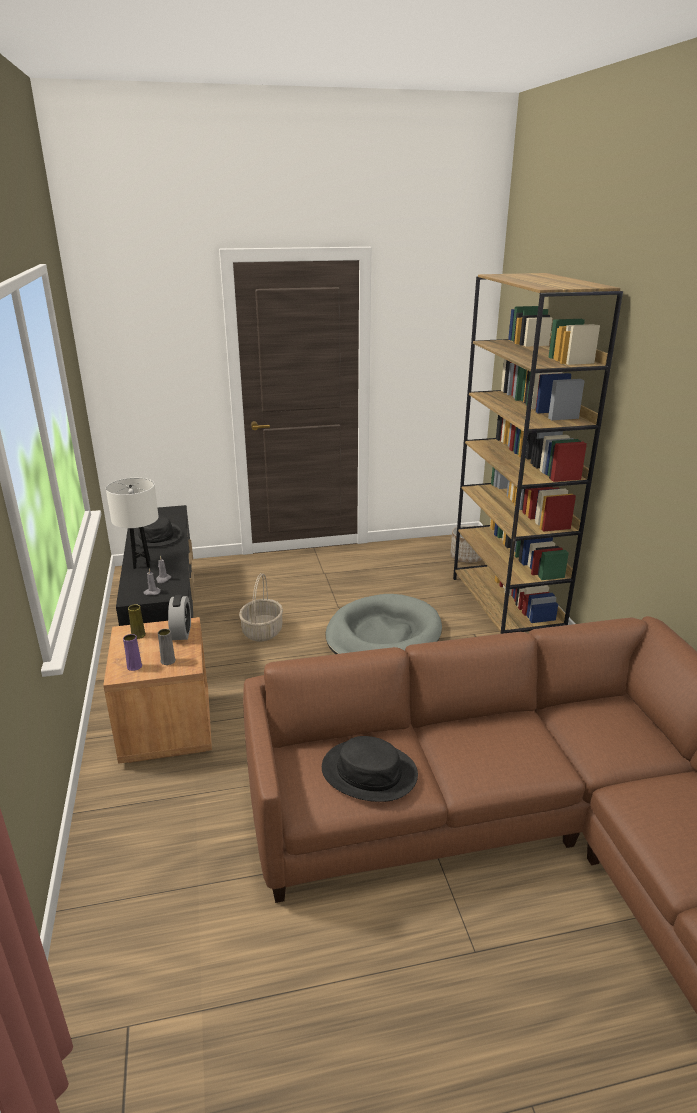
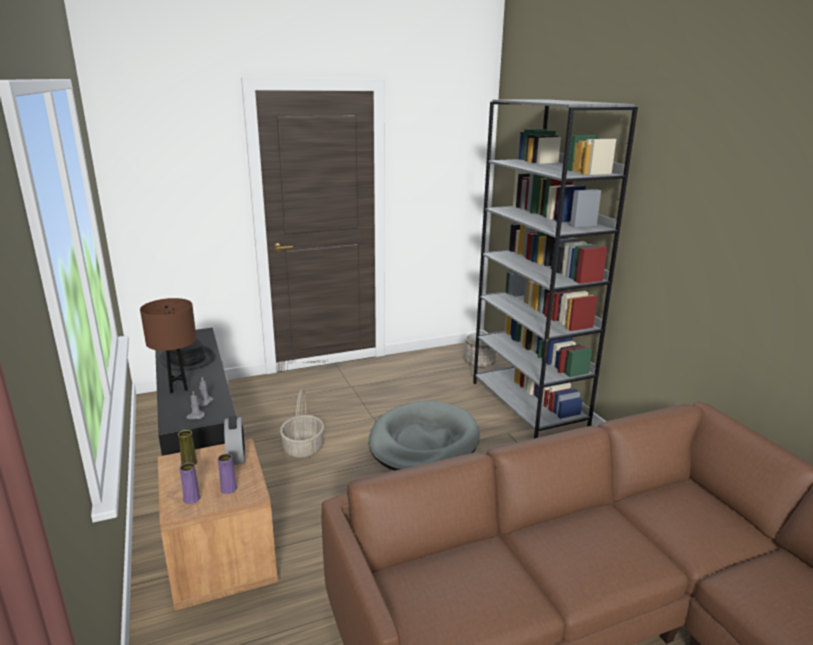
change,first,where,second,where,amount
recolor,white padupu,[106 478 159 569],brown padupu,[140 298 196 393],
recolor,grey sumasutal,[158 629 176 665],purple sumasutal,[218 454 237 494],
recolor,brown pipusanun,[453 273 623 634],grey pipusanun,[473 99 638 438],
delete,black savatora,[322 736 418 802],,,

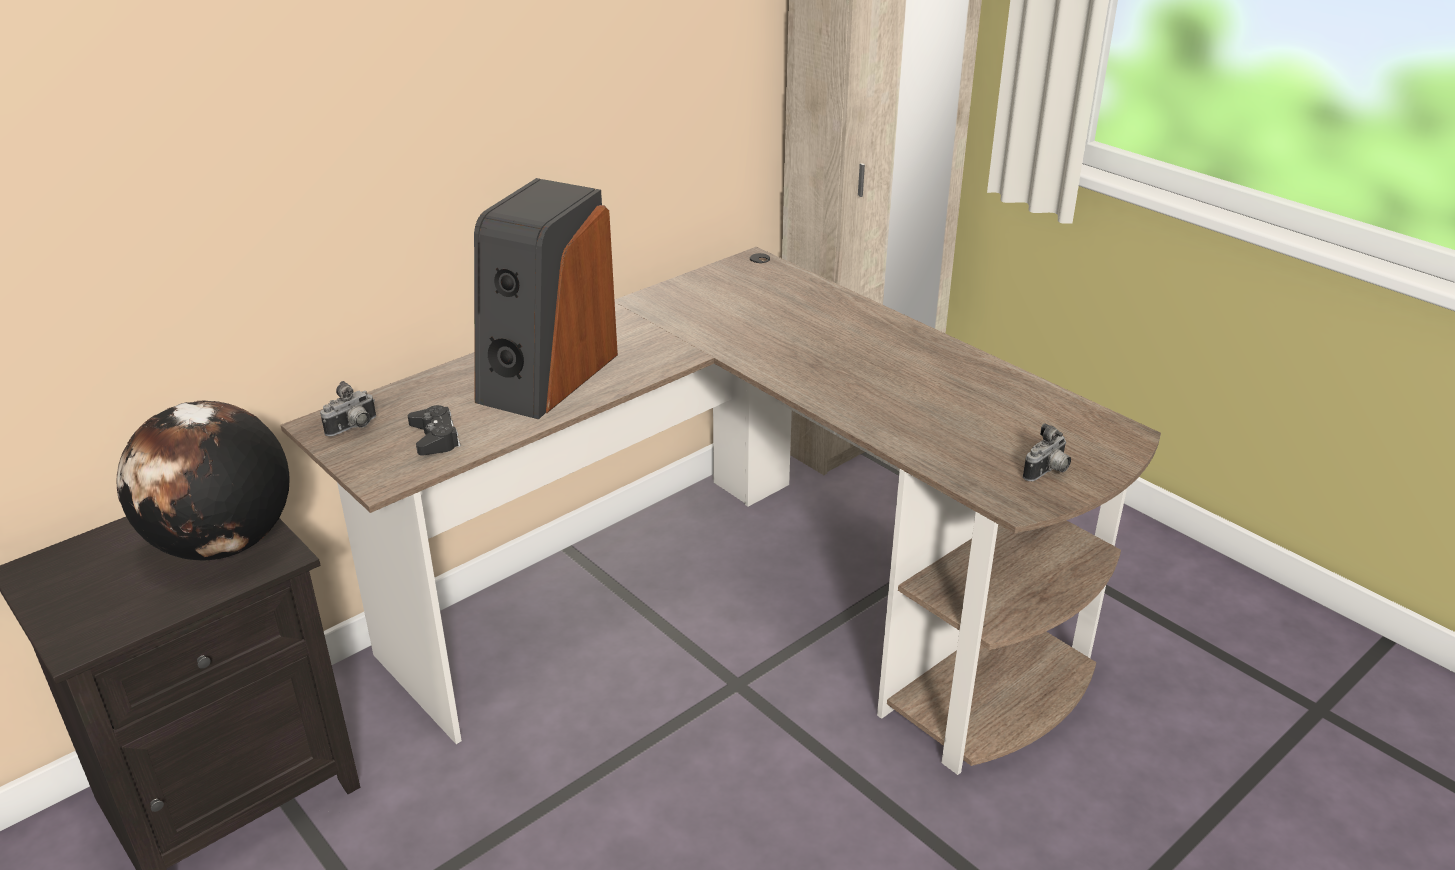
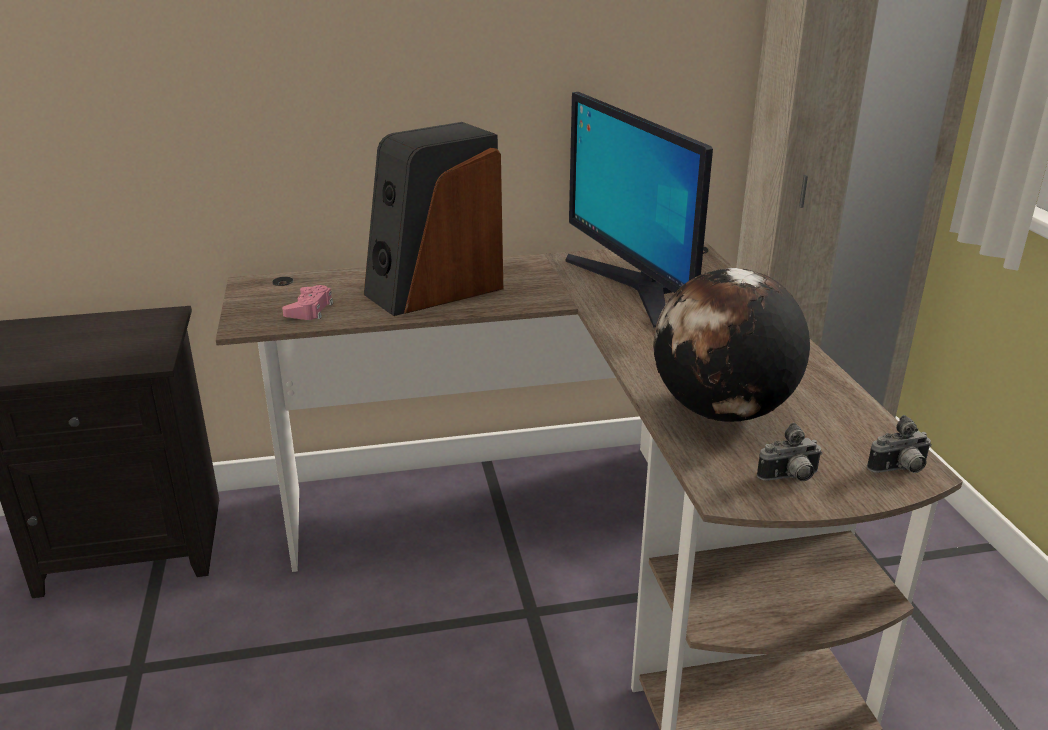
change,first,where,second,where,amount
recolor,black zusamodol,[408 405 461 455],pink zusamodol,[282 285 333 320],
insert,,,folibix,[565 92 713 328],
move,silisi,[117 401 289 560],,[653 268 810 422],
move,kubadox,[320 381 376 436],,[867 415 932 473],

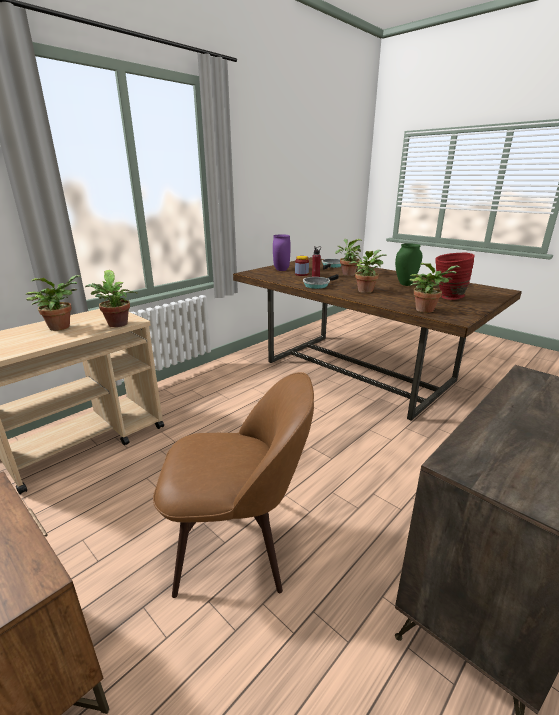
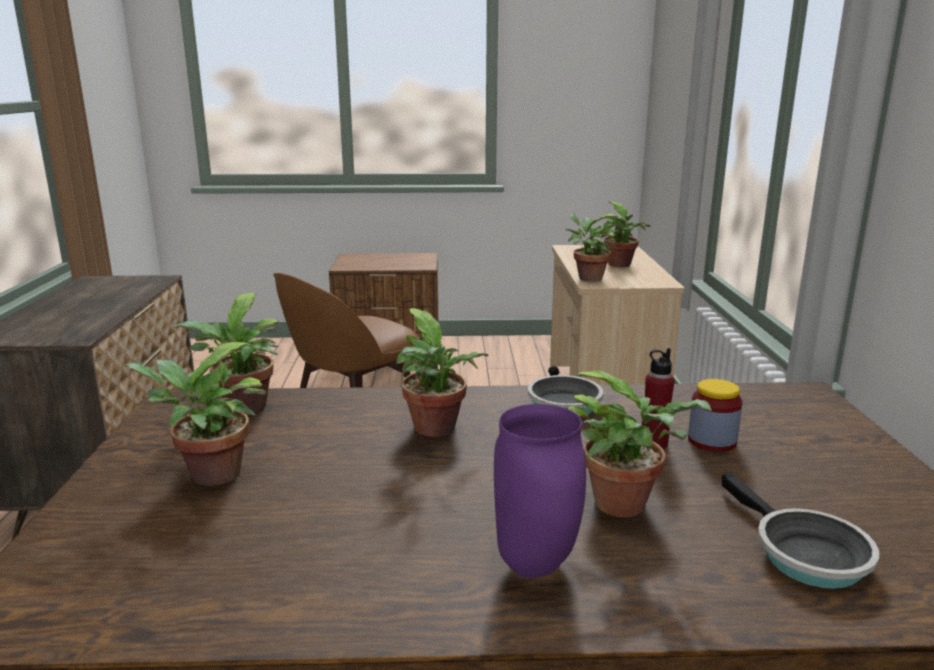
change,first,where,second,where,amount
replace,red sumasutal,[435 252 474 300],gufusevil,[123 342 267 486],
move,purple sumasutal,[273 234 291 271],,[494 404 586 578],
delete,green sumasutal,[395 243 422 286],,,

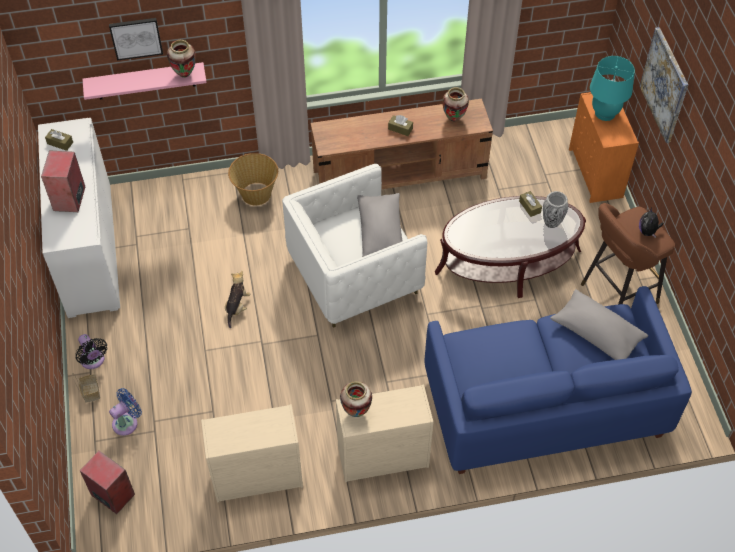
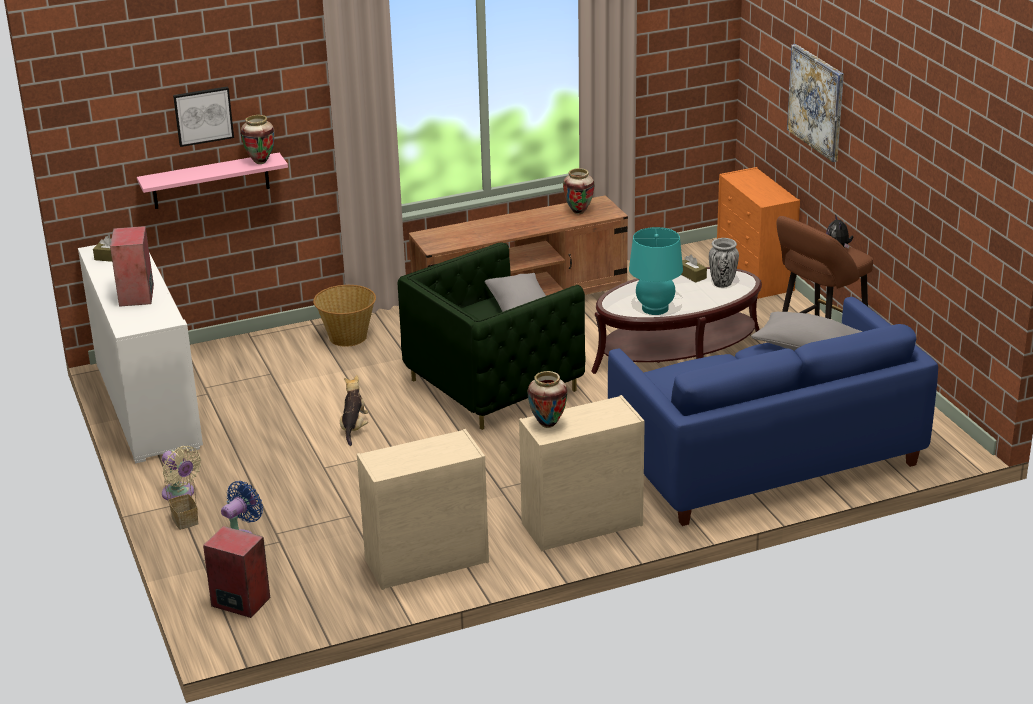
change,first,where,second,where,amount
recolor,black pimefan,[75 334 107 369],beige pimefan,[162 446 201 501],
recolor,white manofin,[282 164 427 328],green manofin,[397 242 586 430],
move,turquoise padupu,[590 56 635 121],,[629 227 683 315],
delete,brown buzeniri,[388 115 413 136],,,

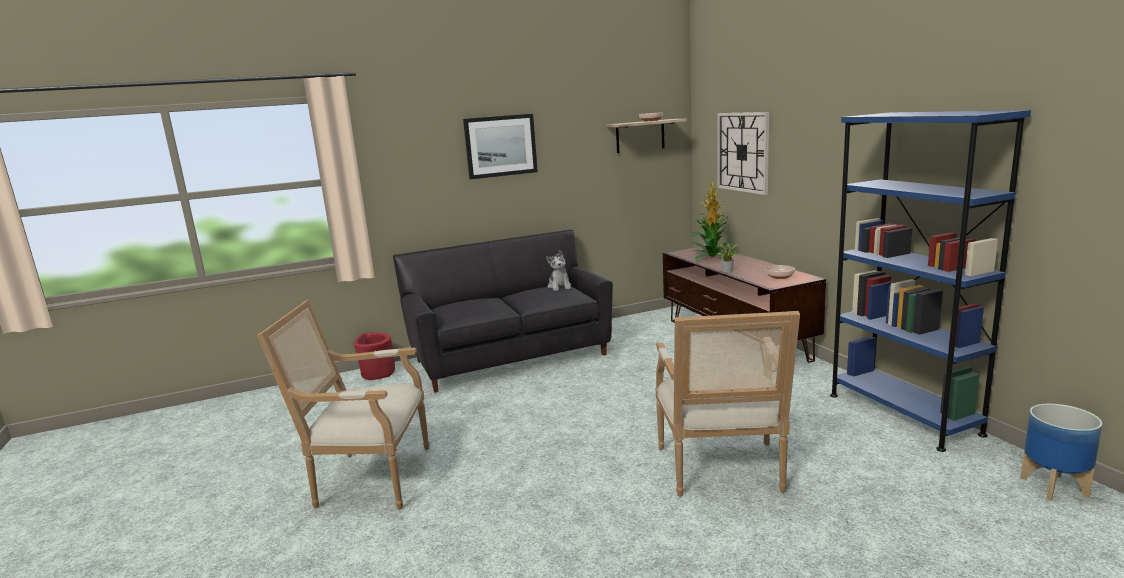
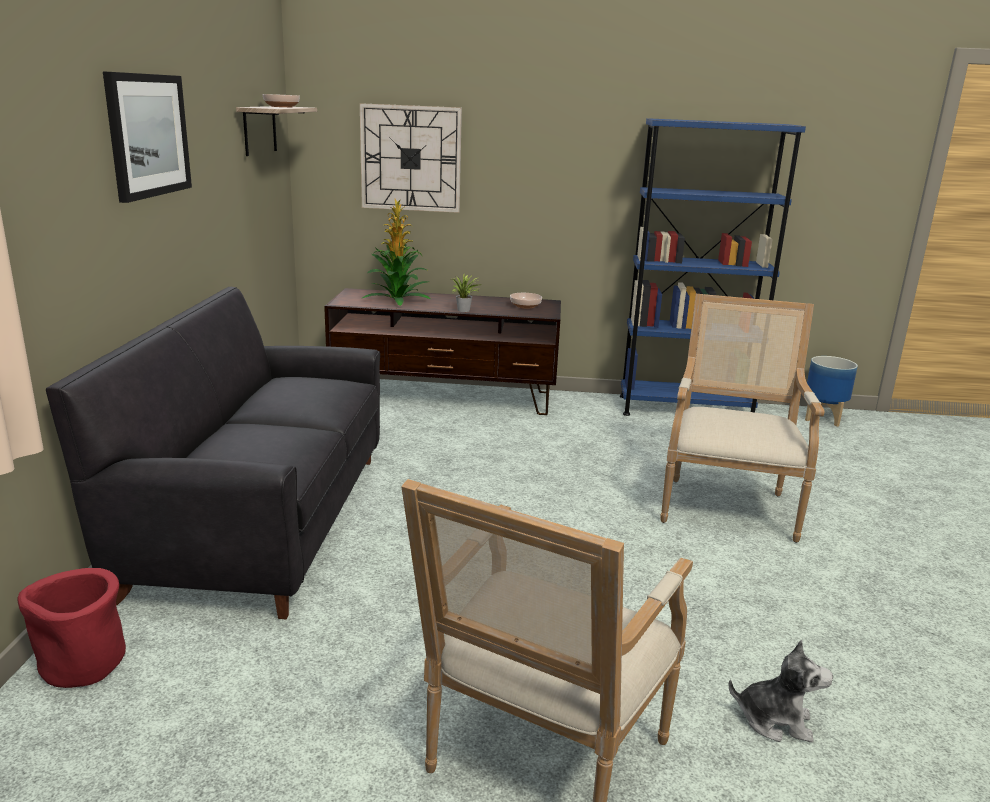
change,first,where,second,where,amount
rotate,manofin,[656 311 800 497],,[661 294 825 543],105 degrees counterclockwise
move,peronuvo,[546 250 571 291],,[729 640 833 743],

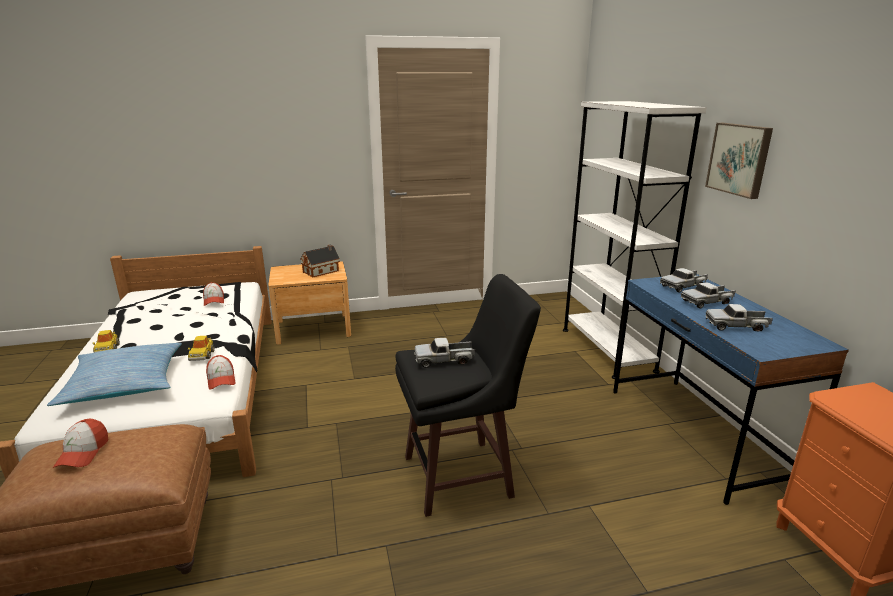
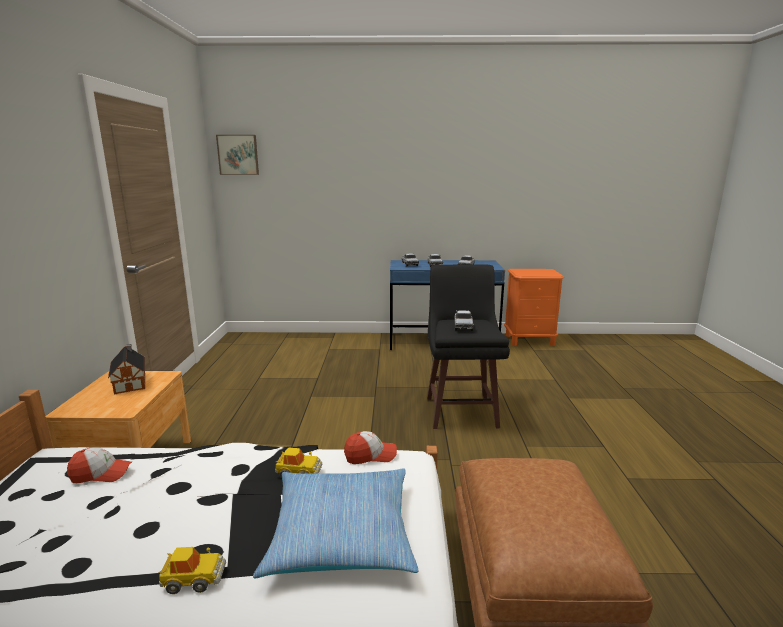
change,first,where,second,where,amount
move,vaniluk,[705 123 773 199],,[216 135 259 175],
delete,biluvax,[53 419 109 468],,,
delete,white pipusanun,[563 101 707 379],,,

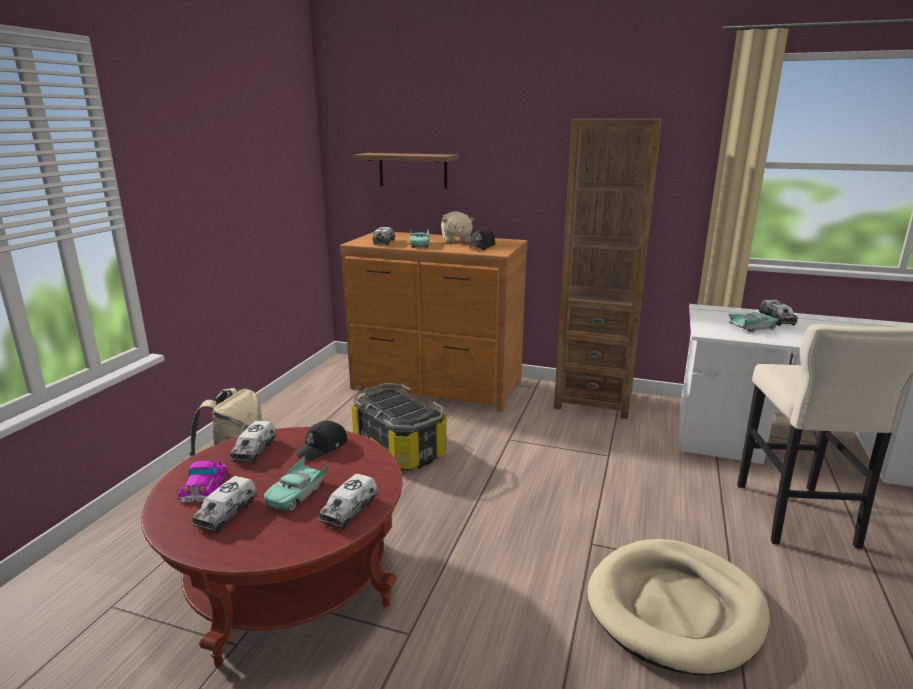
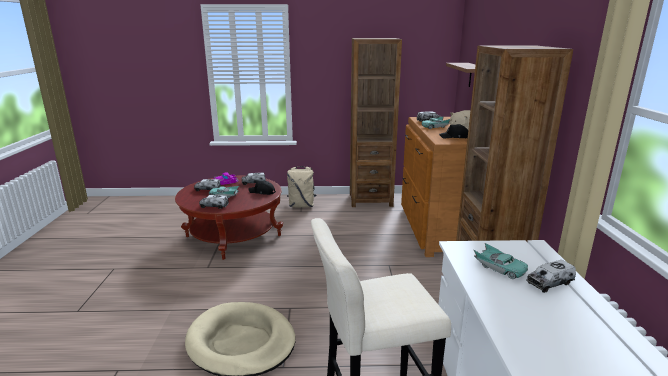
change,first,where,second,where,amount
insert,,,brown pipusanun,[350 38 402 207],
delete,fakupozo,[351 383 447 470],,,

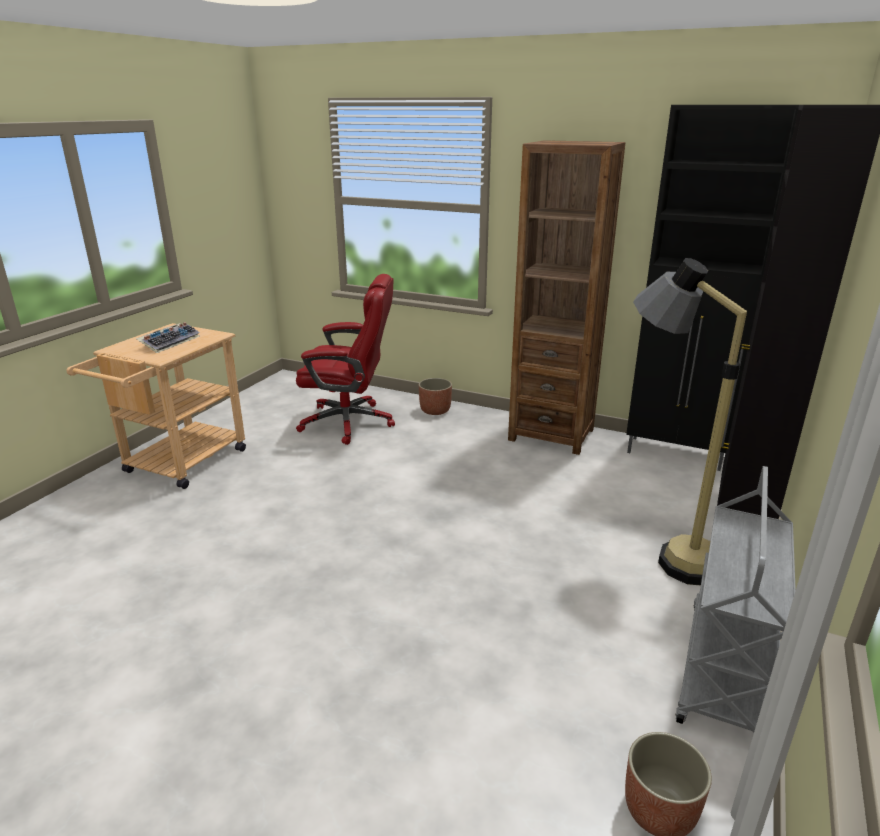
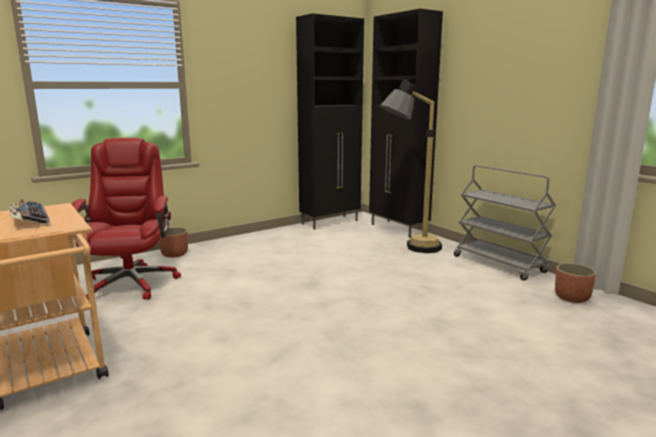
change,first,where,second,where,amount
rotate,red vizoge,[296 274 395 445],,[72 138 181 301],45 degrees counterclockwise
delete,brown pipusanun,[508 140 625 455],,,

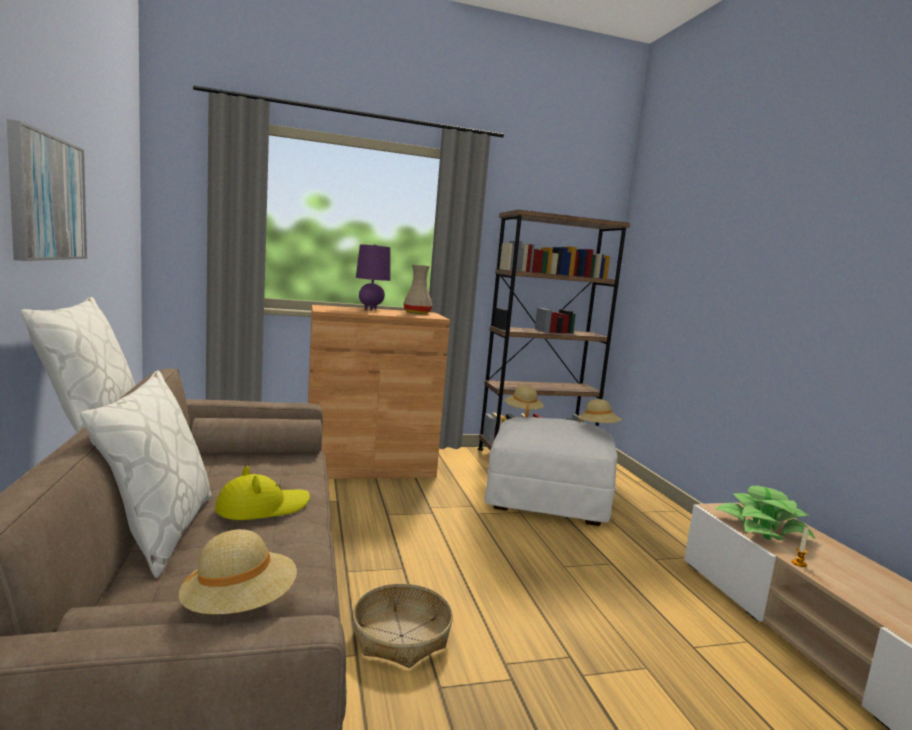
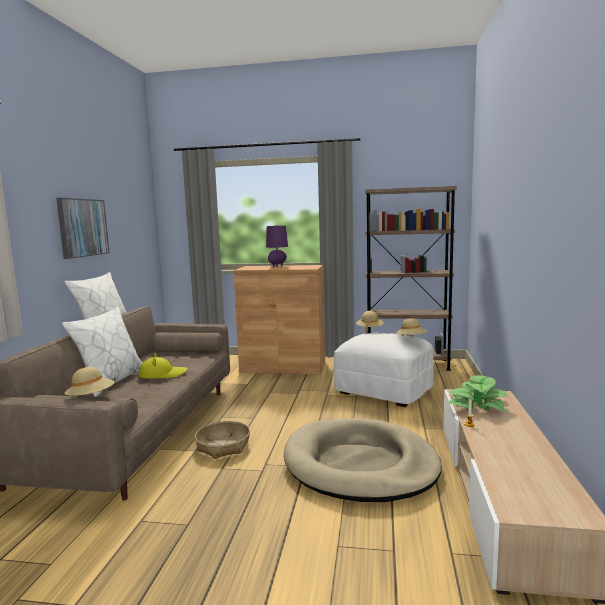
change,first,where,second,where,amount
insert,,,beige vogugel,[284 418 442 502],
delete,beige sumasutal,[403 265 432 314],,,

